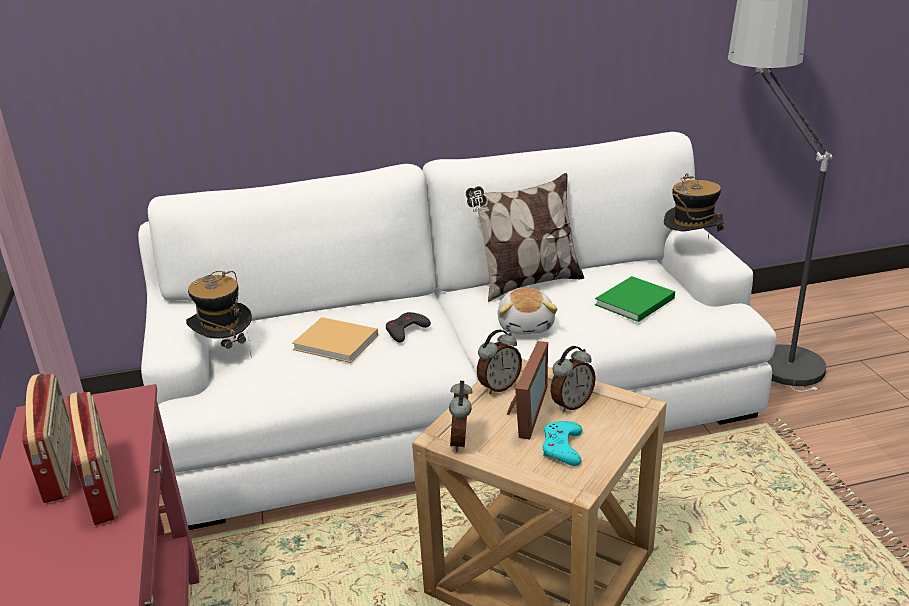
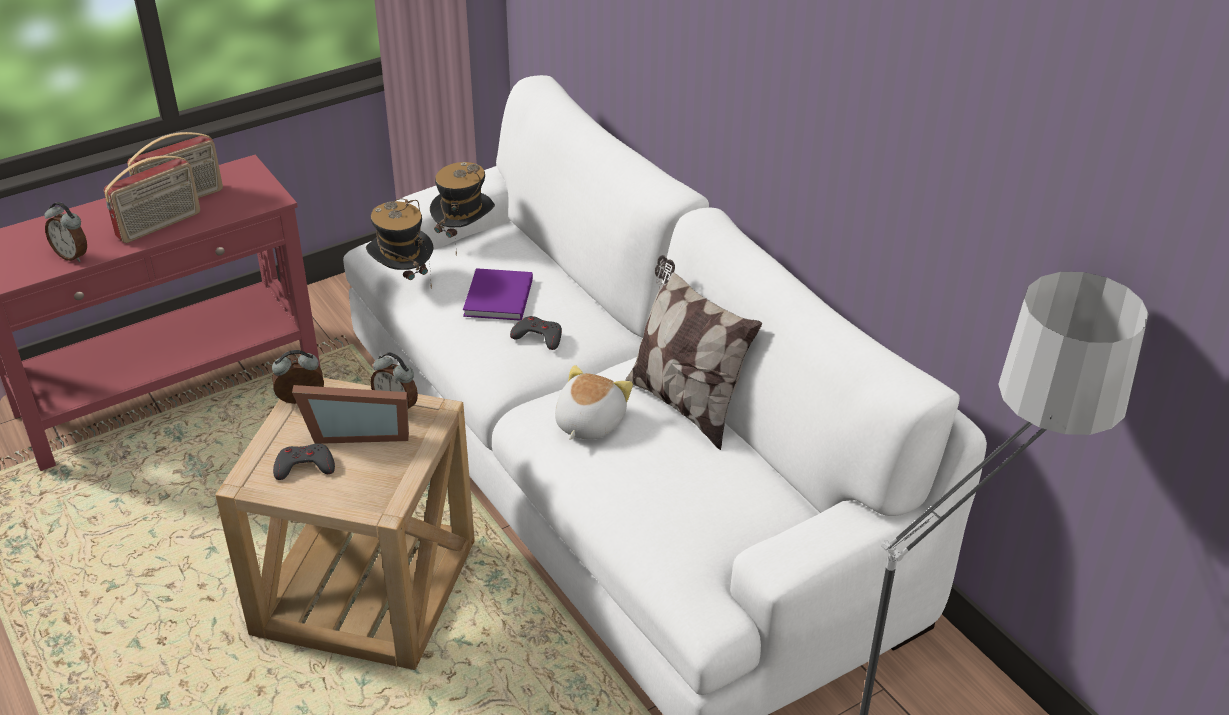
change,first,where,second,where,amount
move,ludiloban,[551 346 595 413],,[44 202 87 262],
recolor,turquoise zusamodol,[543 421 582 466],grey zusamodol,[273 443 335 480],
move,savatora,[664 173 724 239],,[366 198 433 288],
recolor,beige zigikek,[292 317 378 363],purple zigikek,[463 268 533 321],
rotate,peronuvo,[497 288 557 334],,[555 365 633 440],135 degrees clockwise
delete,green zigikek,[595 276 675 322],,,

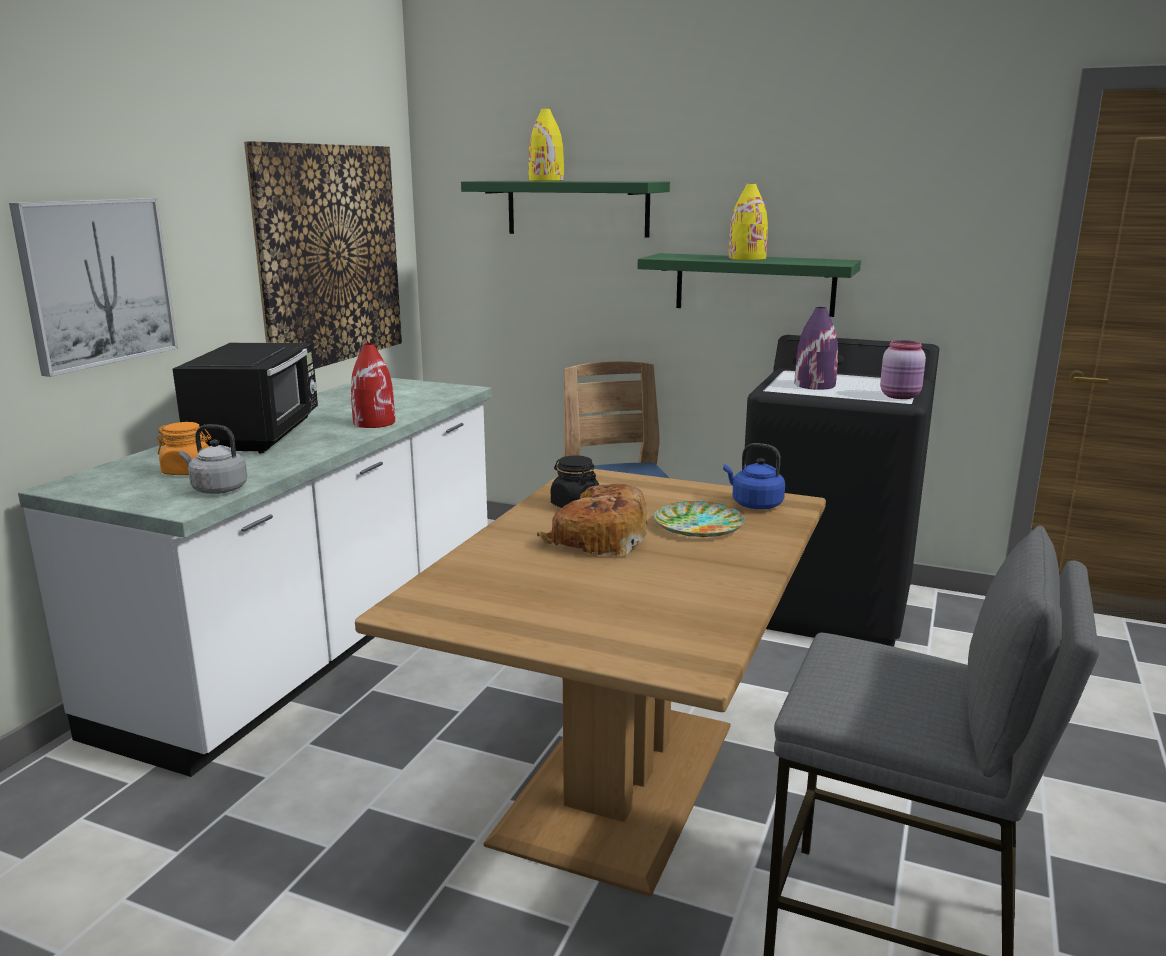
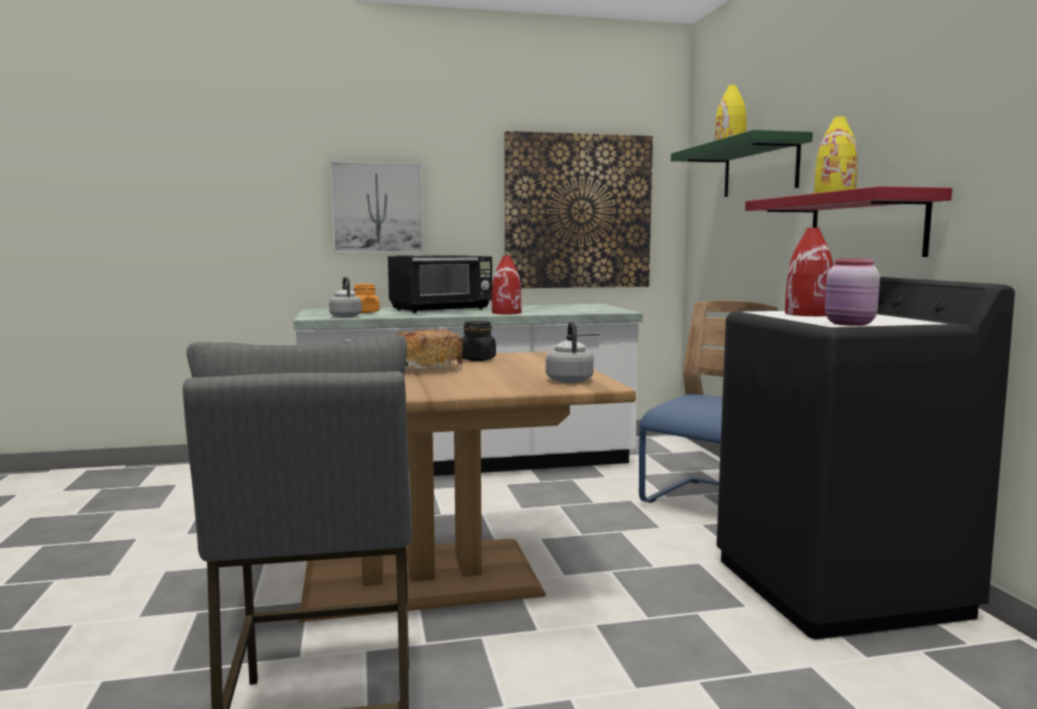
change,first,where,second,where,amount
recolor,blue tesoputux,[723 443 785 509],grey tesoputux,[546 321 594 383],
recolor,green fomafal,[638 253 861 317],red fomafal,[745 186 952 257],
recolor,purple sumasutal,[795 307 838 390],red sumasutal,[785 228 833 316],
delete,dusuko,[654 501 745 537],,,

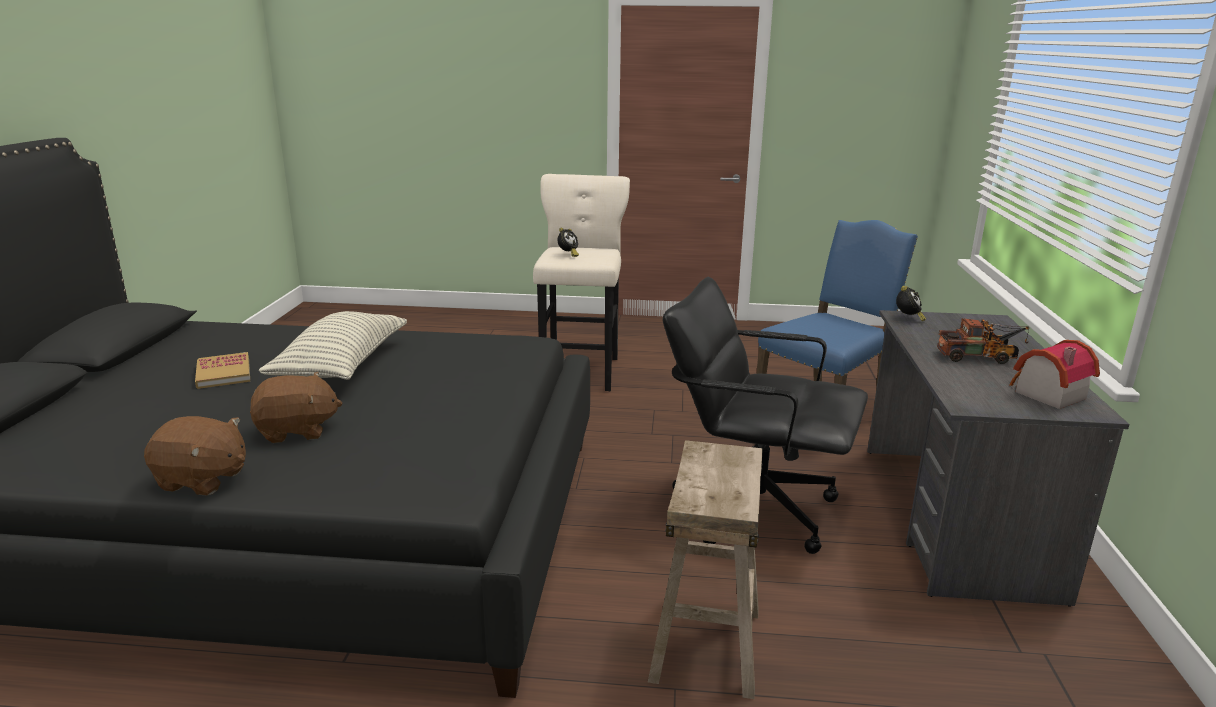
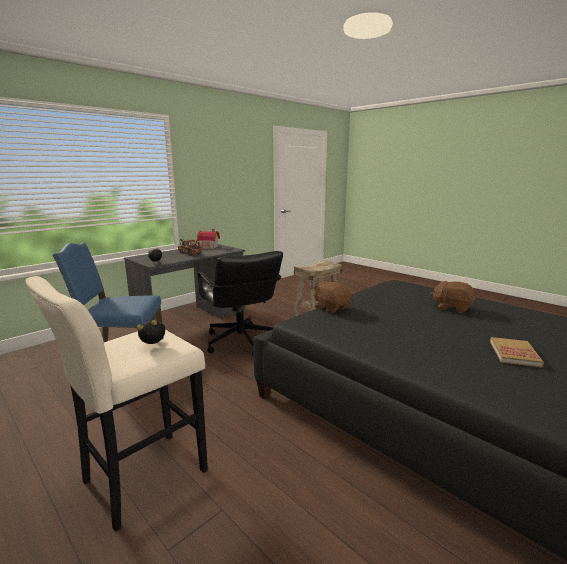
change,first,where,second,where,amount
move,brown peronuvo,[144 416 246 495],,[313 281 352 313],
delete,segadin,[259 311 407 380],,,

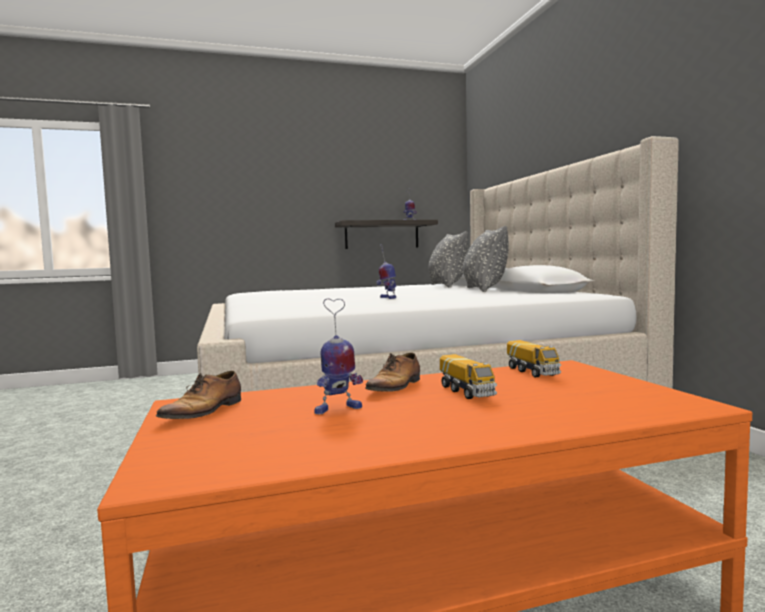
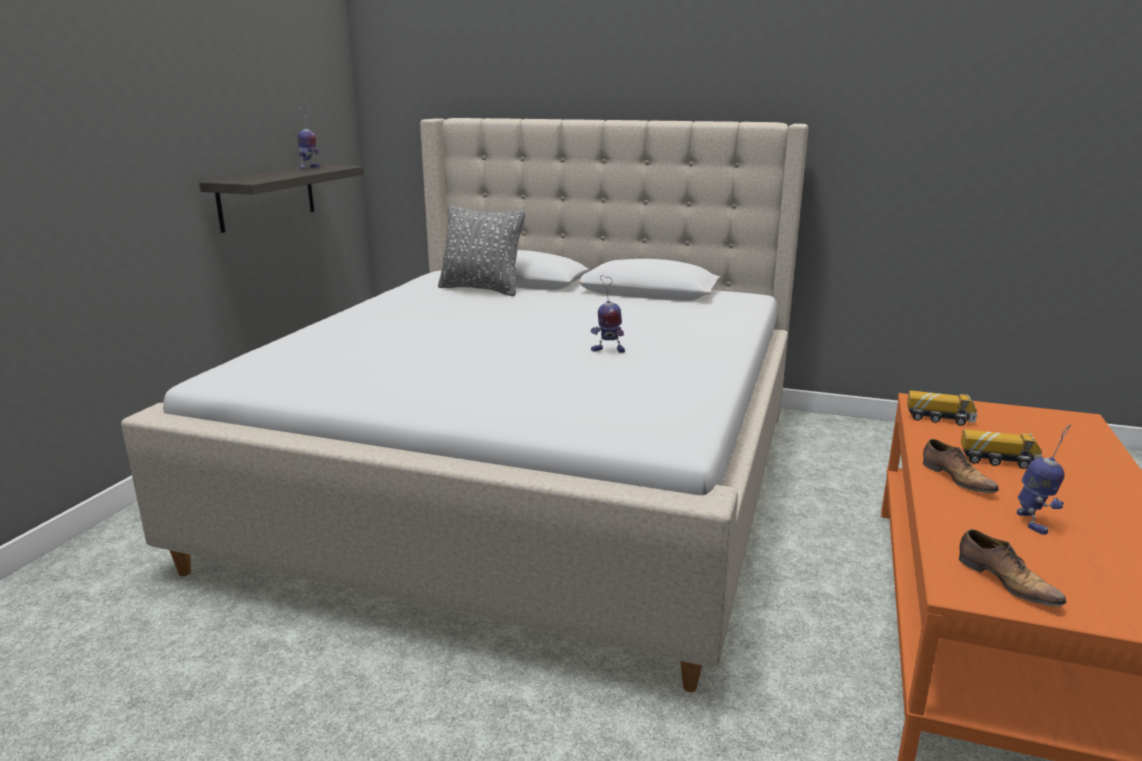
change,first,where,second,where,amount
delete,grey segadin,[463 226 509 292],,,

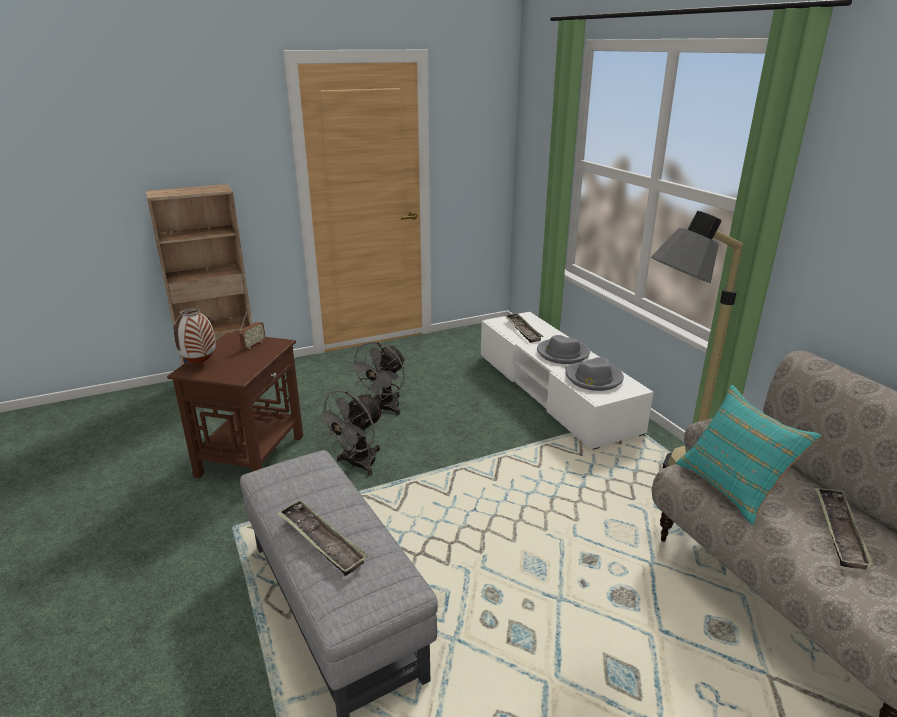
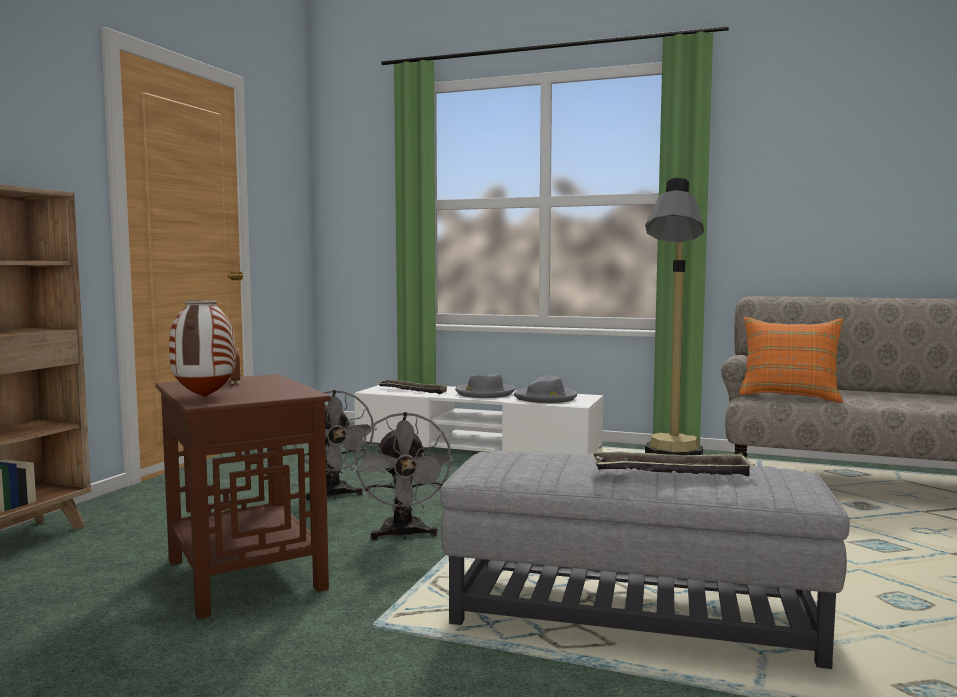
change,first,where,second,where,amount
recolor,turquoise segadin,[676 385 821 525],orange segadin,[739 317 843 403],
delete,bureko,[815 487 874 570],,,

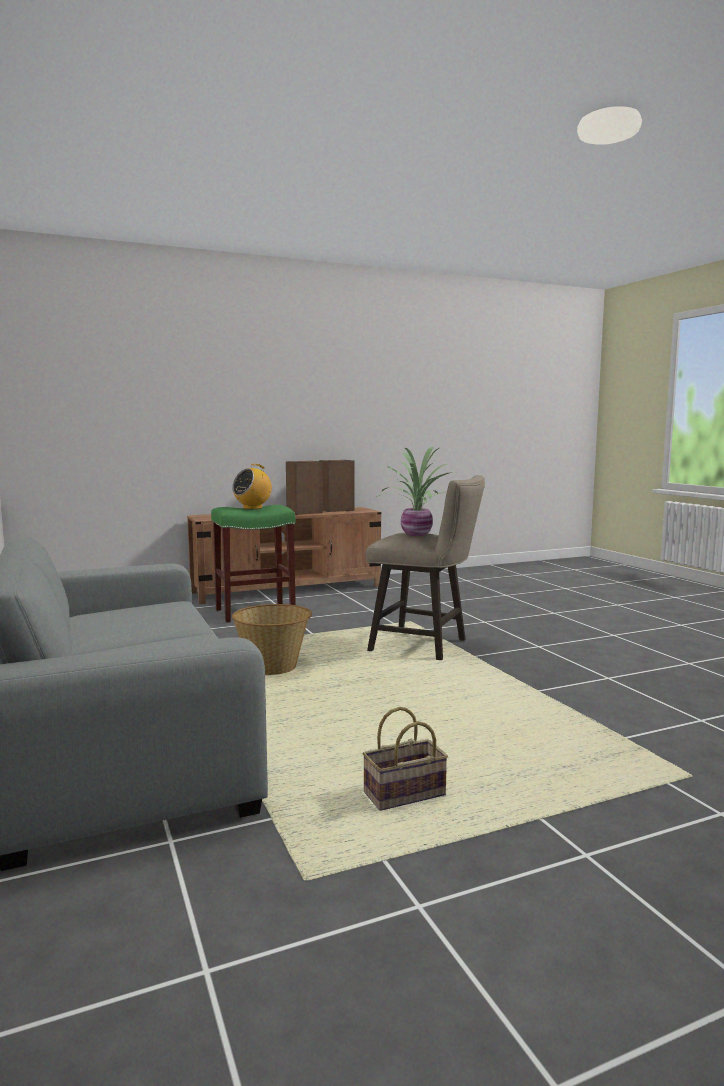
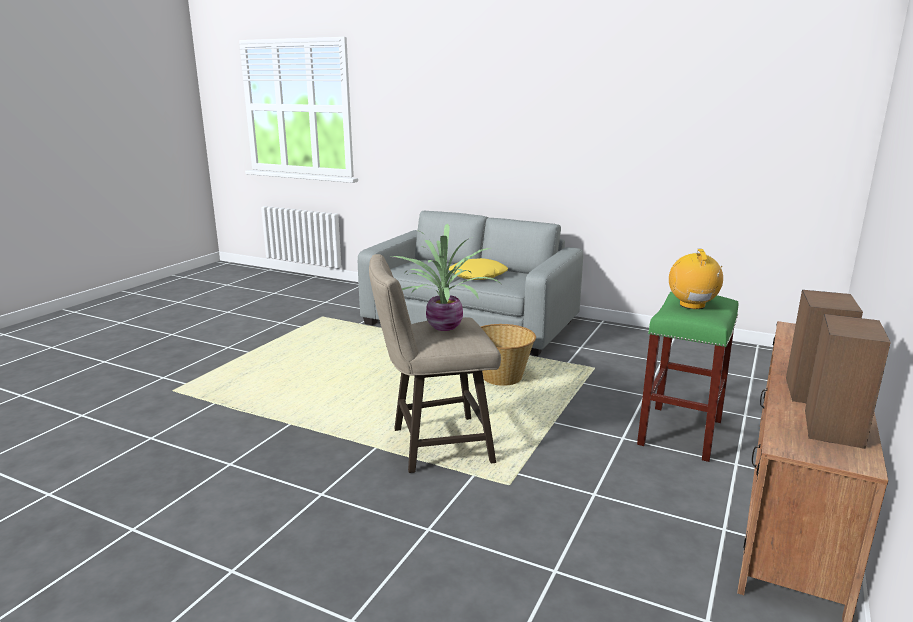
change,first,where,second,where,amount
insert,,,yellow segadin,[449 258 508 280],
delete,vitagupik,[362 707 448 811],,,

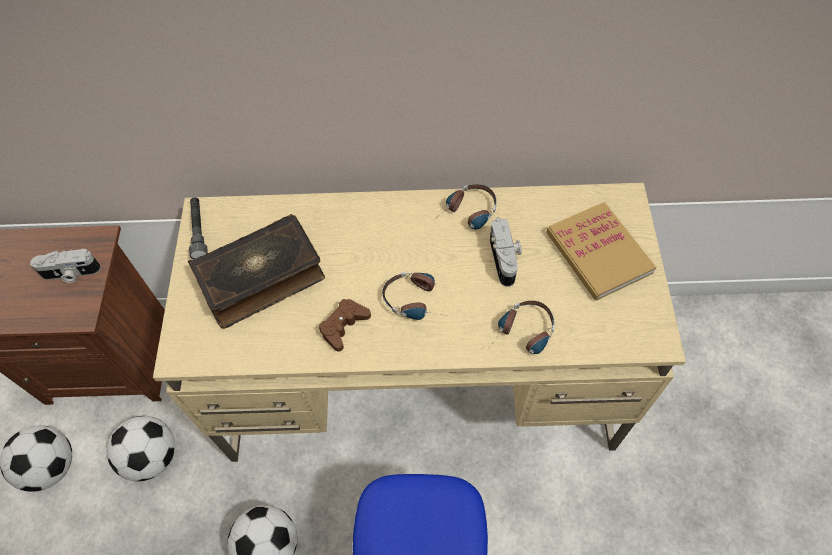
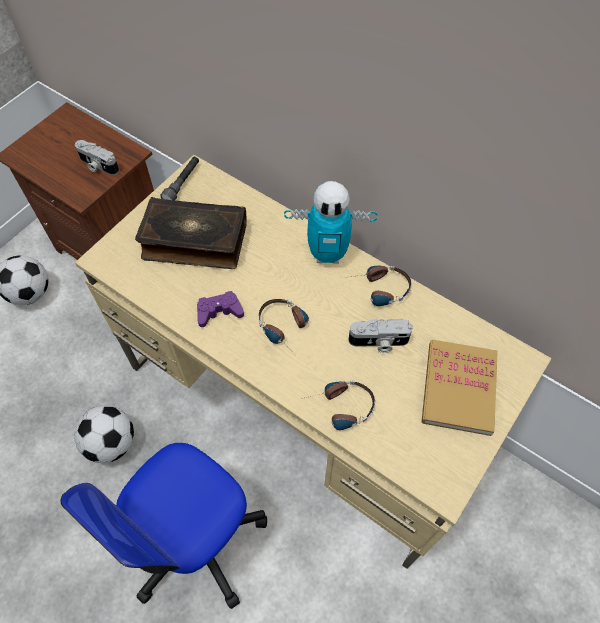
change,first,where,second,where,amount
recolor,brown zusamodol,[319 299 371 352],purple zusamodol,[197 291 244 327],
insert,,,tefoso,[284 181 377 264],
rotate,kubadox,[490 217 522 287],,[348 319 413 353],60 degrees clockwise
delete,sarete,[107 416 175 481],,,

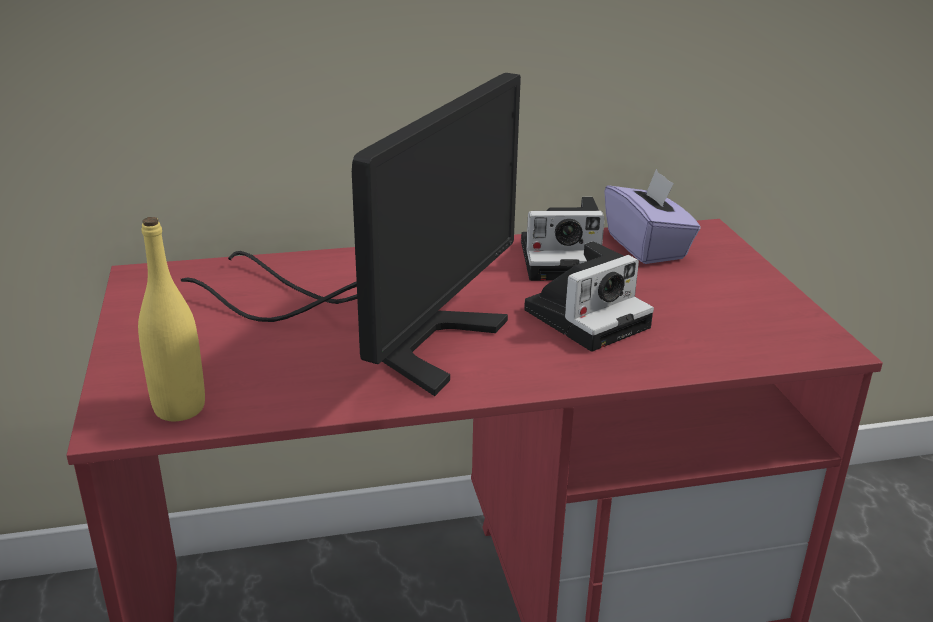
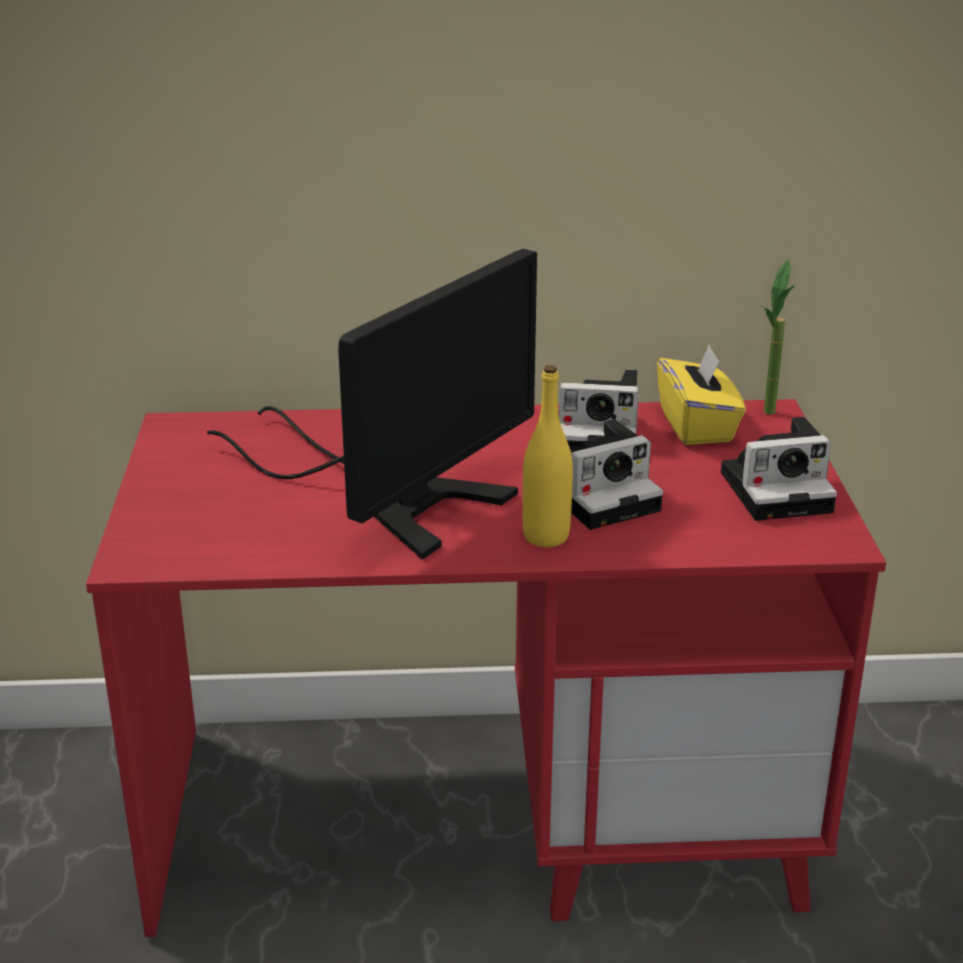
change,first,where,second,where,amount
move,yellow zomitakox,[138 217 205 421],,[522 365 573 547],
recolor,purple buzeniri,[604 169 700 264],yellow buzeniri,[657 344 746 445],
insert,,,kubadox,[721 417 837 521],
insert,,,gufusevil,[761 259 795 415],

